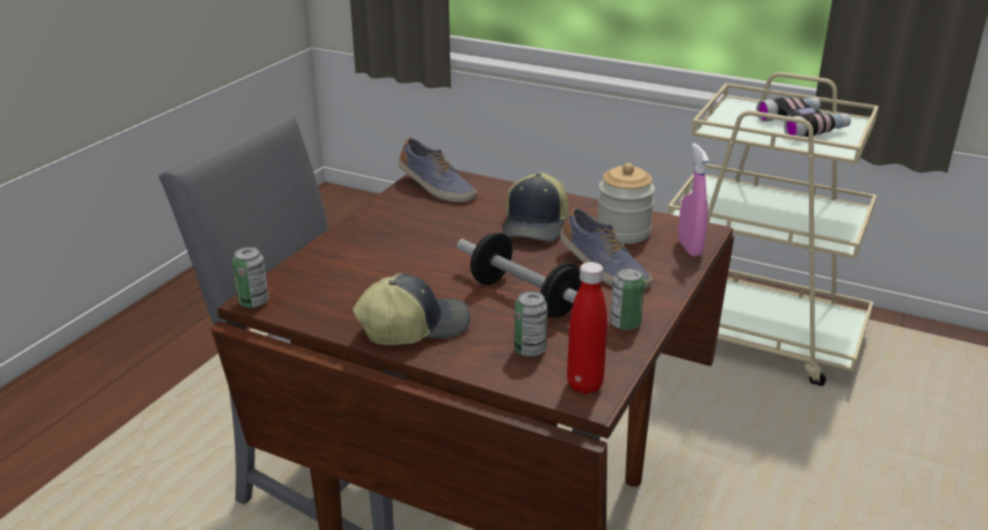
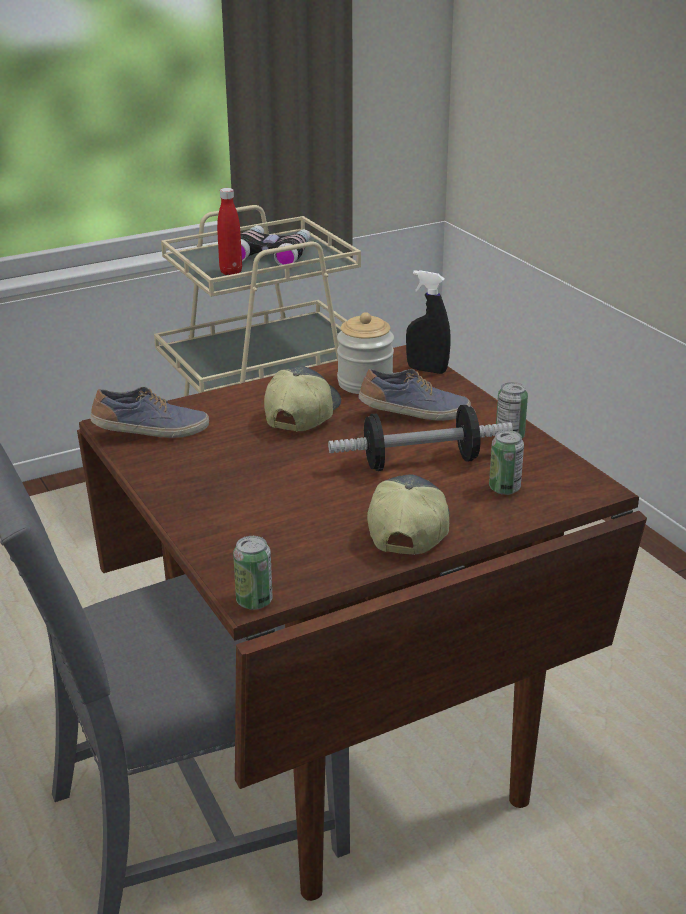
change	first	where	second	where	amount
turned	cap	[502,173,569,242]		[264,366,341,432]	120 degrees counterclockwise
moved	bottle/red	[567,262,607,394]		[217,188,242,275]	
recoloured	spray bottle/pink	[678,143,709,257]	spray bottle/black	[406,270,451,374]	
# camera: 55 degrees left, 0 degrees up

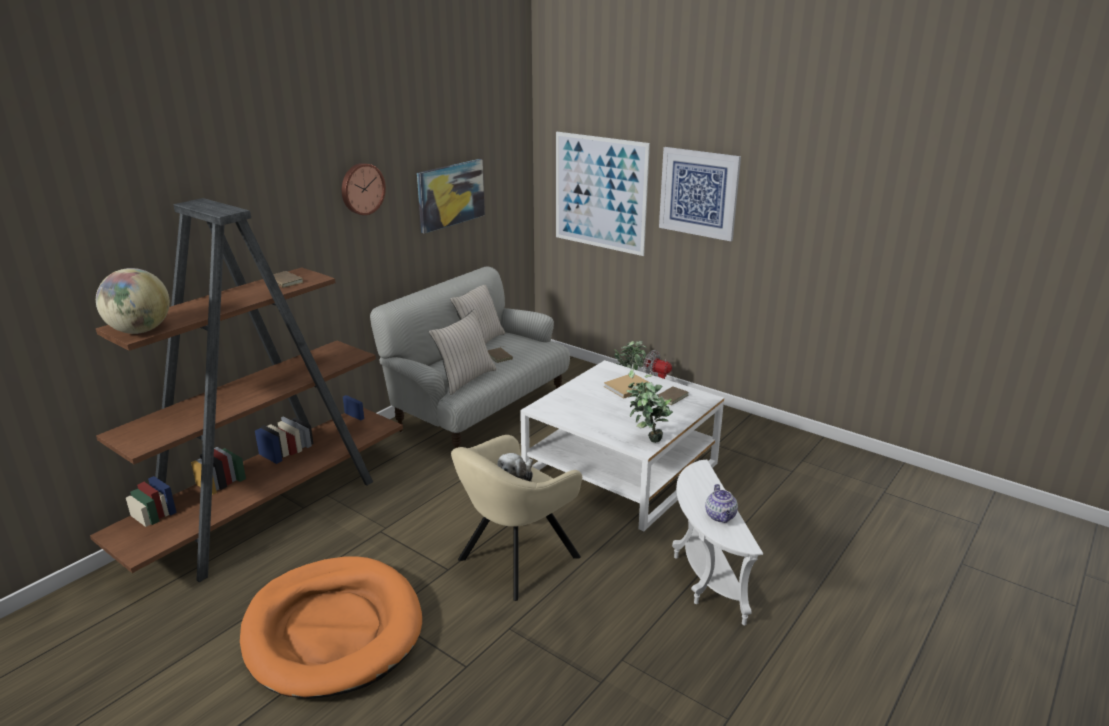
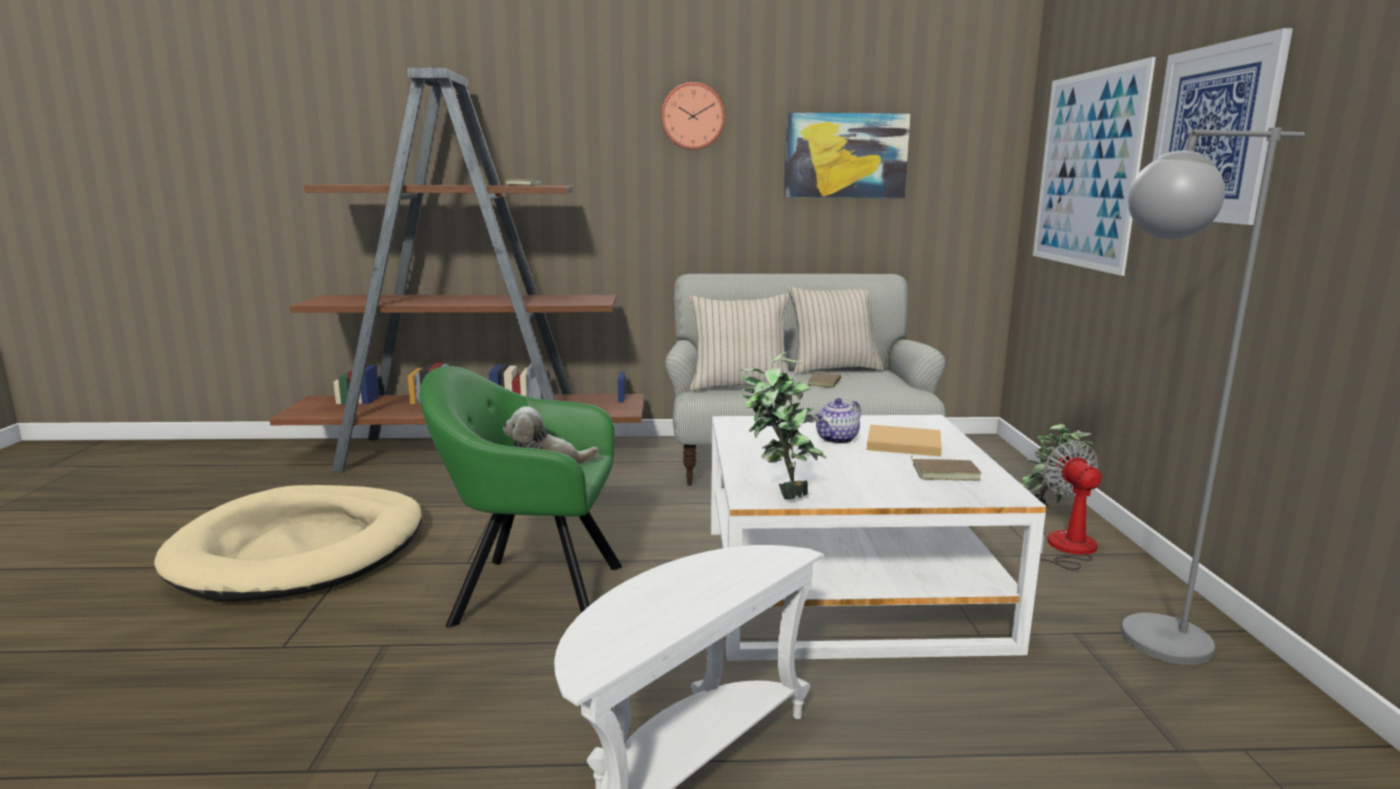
change	first	where	second	where	amount
removed	globe	[96,268,170,334]			
recoloured	dog bed/orange	[240,556,422,699]	dog bed/beige	[154,485,422,602]	
recoloured	armchair/beige	[451,435,582,601]	armchair/green	[420,366,622,627]	
moved	teapot	[705,484,738,523]		[816,398,861,444]	
added			floor lamp/grey	[1121,127,1305,665]	
# camera: 50 degrees right, 10 degrees down

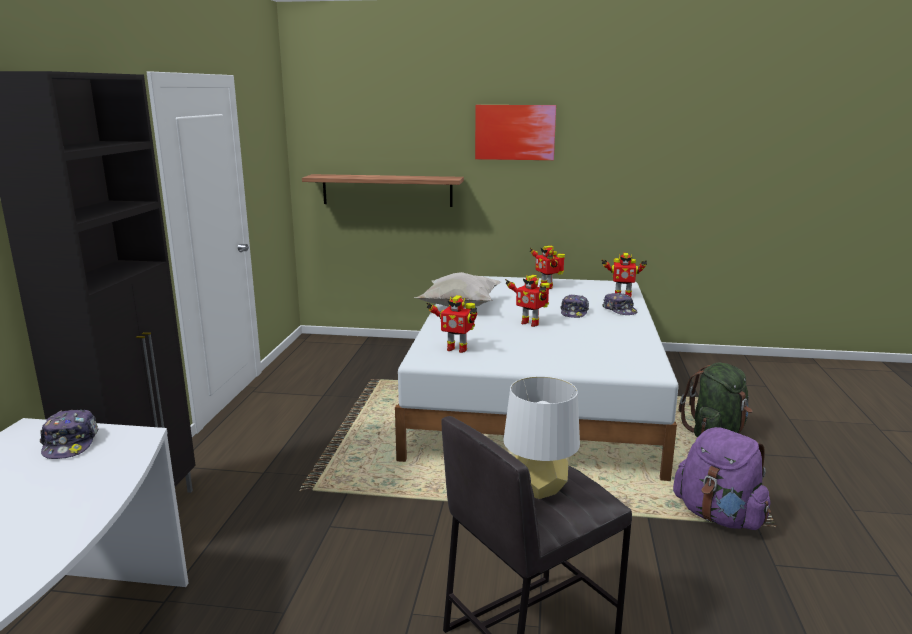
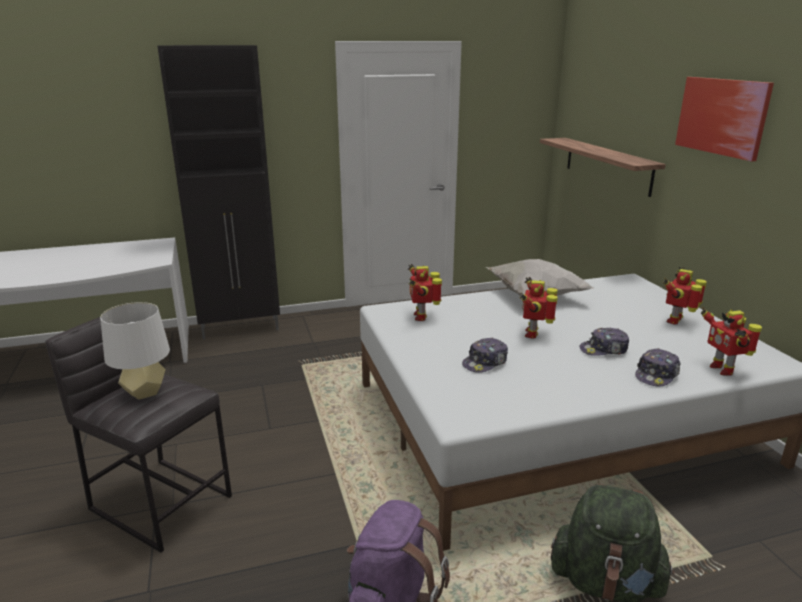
change	first	where	second	where	amount
moved	cap	[40,410,98,459]		[462,338,508,373]	
# camera: 65 degrees right, 5 degrees up

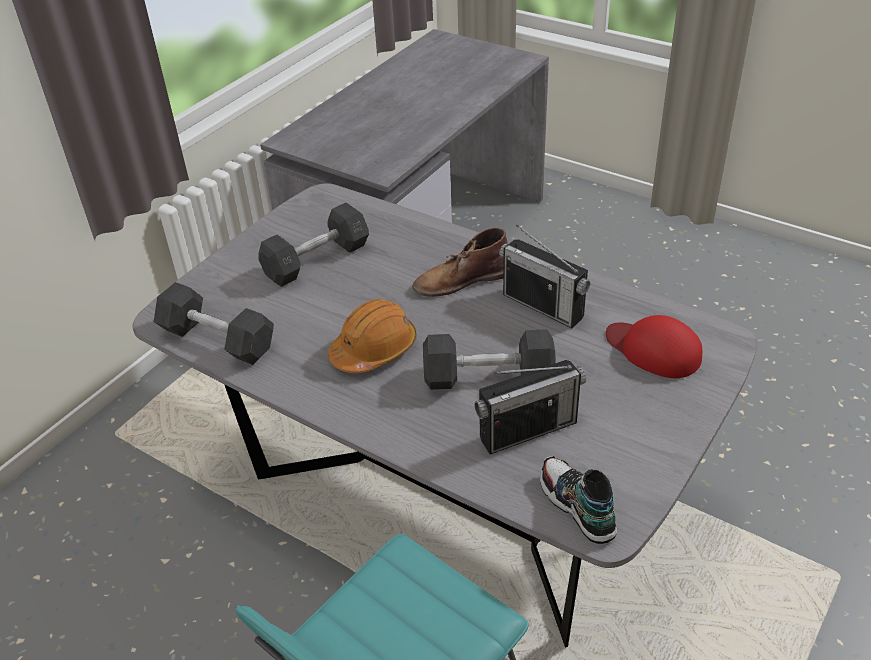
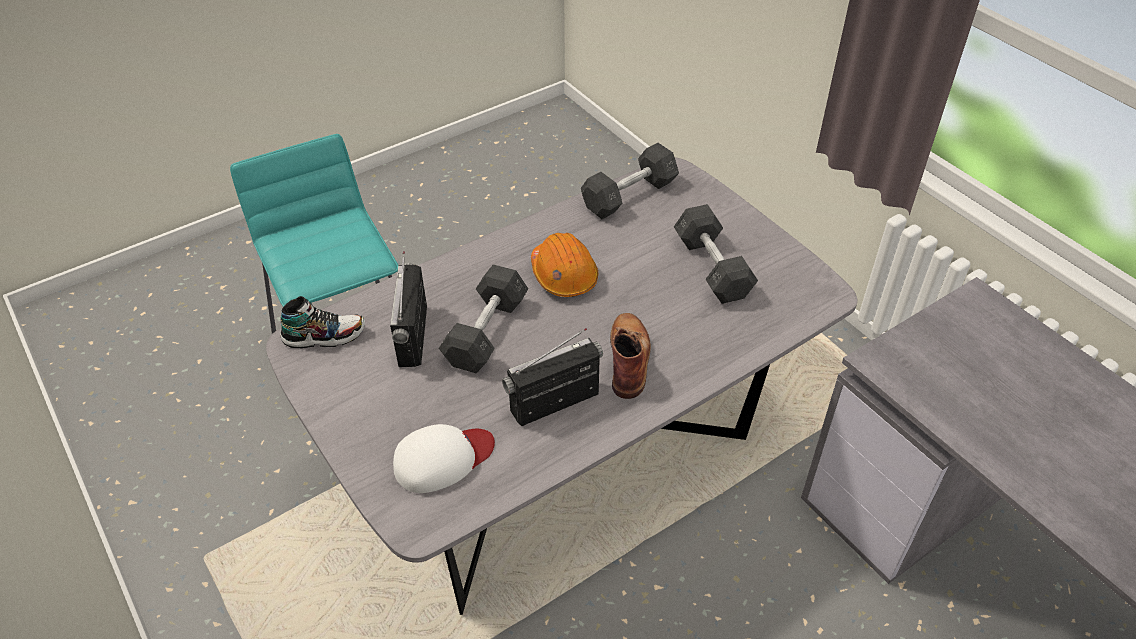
change	first	where	second	where	amount
recoloured	cap/red	[606,315,702,378]	cap/white	[393,424,495,493]	
# camera: 110 degrees right, 5 degrees up

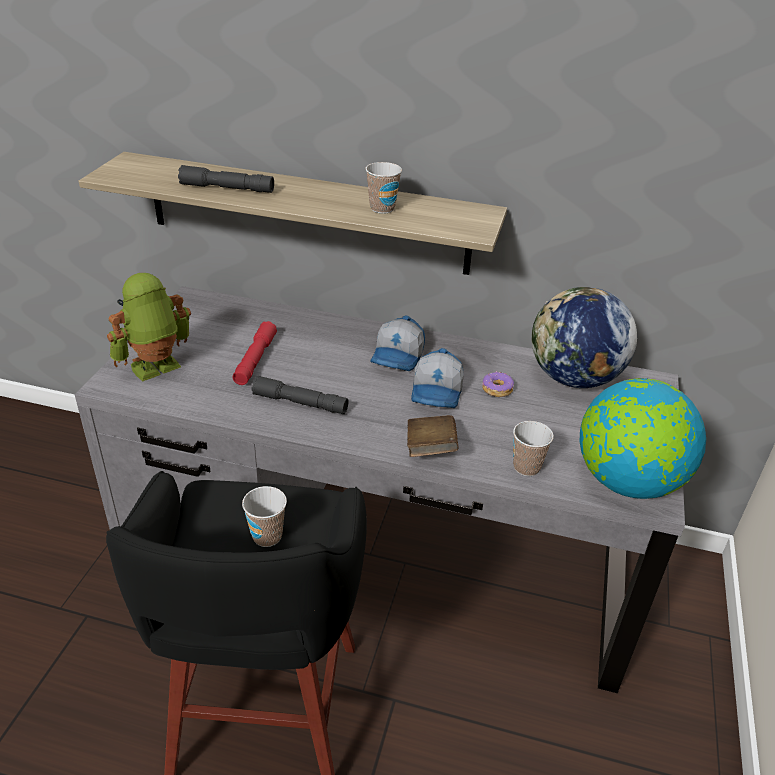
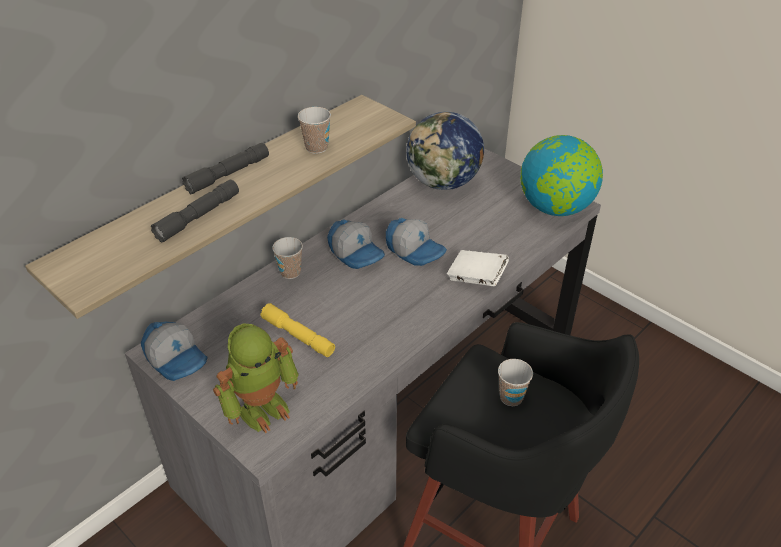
change	first	where	second	where	amount
turned	toy robot	[107,273,191,381]		[213,324,299,433]	120 degrees counterclockwise
recoloured	flashlight/red	[232,321,277,385]	flashlight/yellow	[260,303,335,357]	
moved	flashlight/grey	[251,376,349,414]		[182,143,269,194]	
recoloured	book/brown	[407,415,458,457]	book/white	[447,250,509,286]	
removed	donut	[482,371,514,397]			
moved	cup	[513,421,554,476]		[272,237,303,279]	
added			cap	[141,322,208,381]	
# camera: 60 degrees left, 5 degrees up

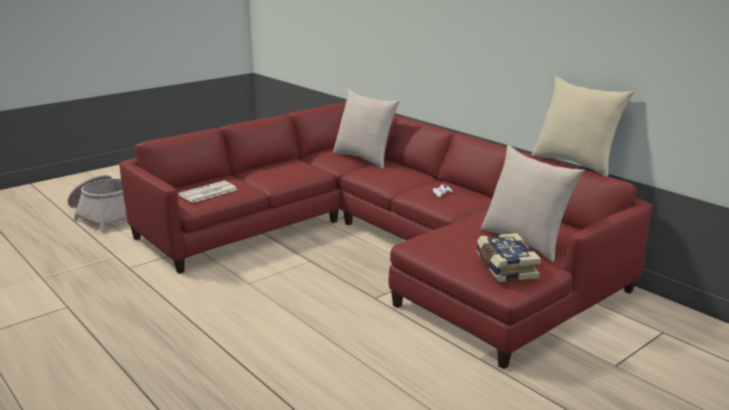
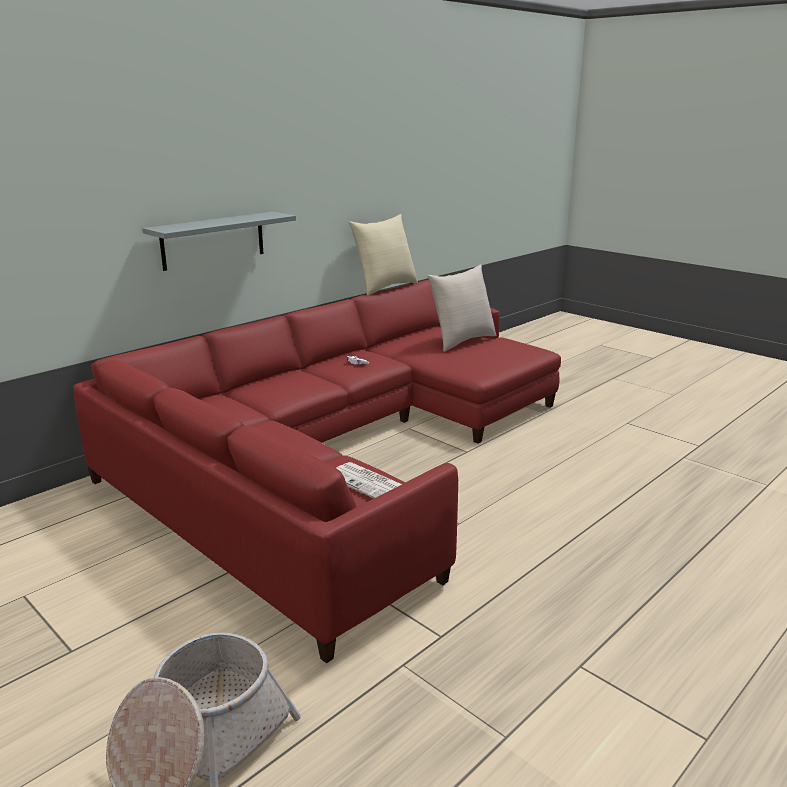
change	first	where	second	where	amount
removed	pillow/beige	[333,89,400,169]			
removed	book	[476,233,541,282]			
added			shelf/grey	[142,212,296,271]	
# camera: 95 degrees left, 0 degrees up

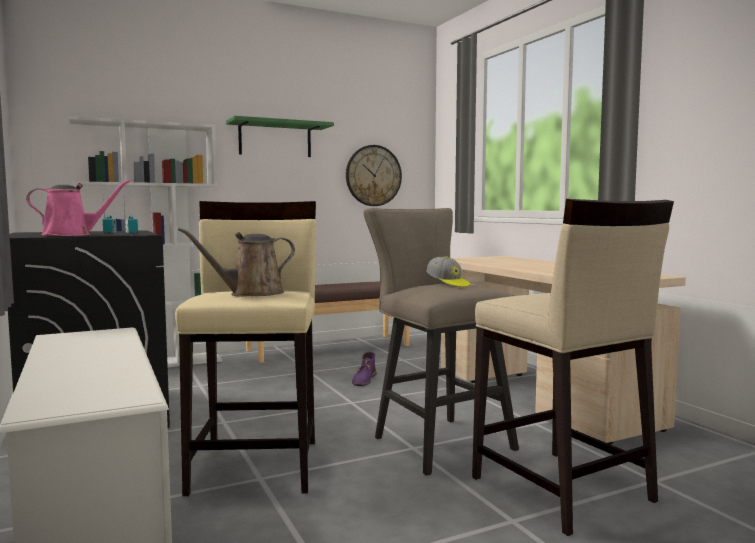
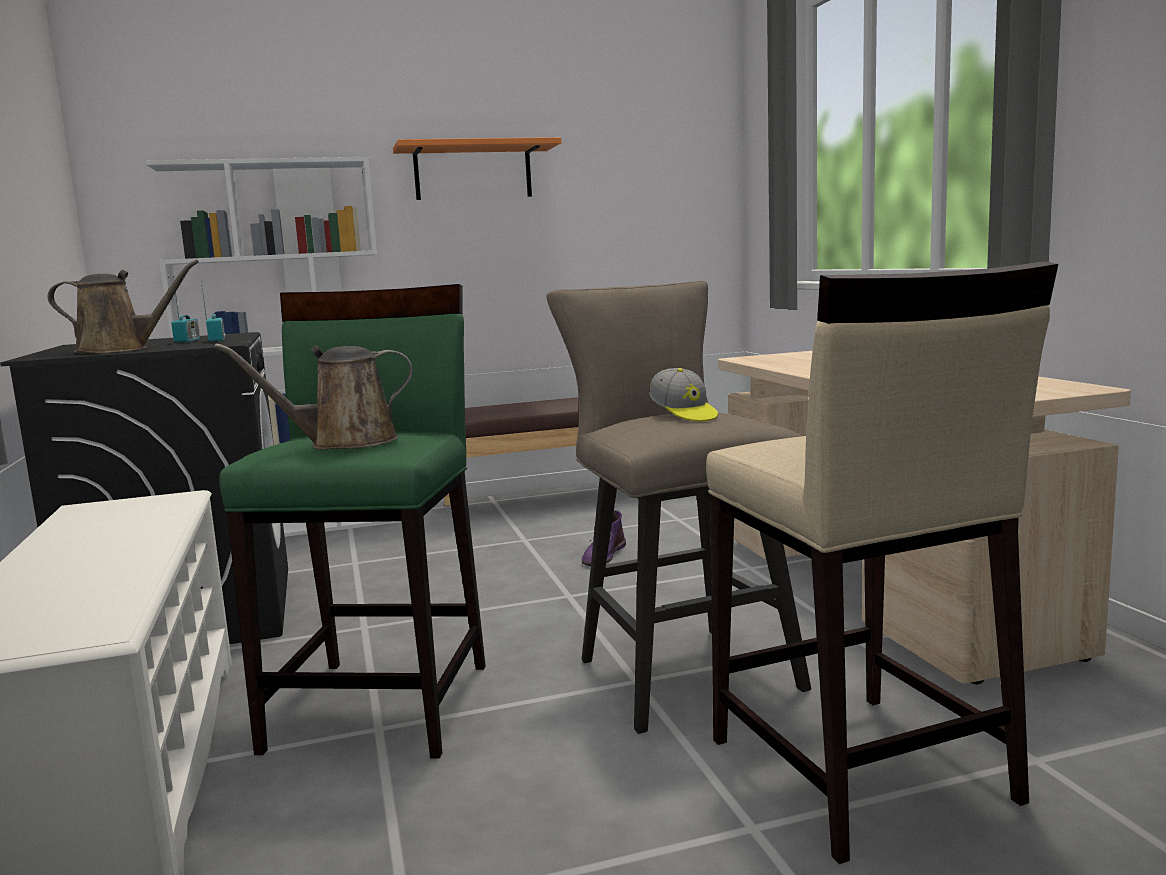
change	first	where	second	where	amount
recoloured	watering can/pink	[26,179,131,236]	watering can/brown	[48,259,199,353]	
recoloured	stool/beige	[175,201,317,496]	stool/green	[219,284,486,759]	
recoloured	shelf/green	[226,116,334,157]	shelf/orange	[393,137,561,200]	
removed	wall clock	[346,145,402,206]			
# camera: 10 degrees right, 5 degrees up

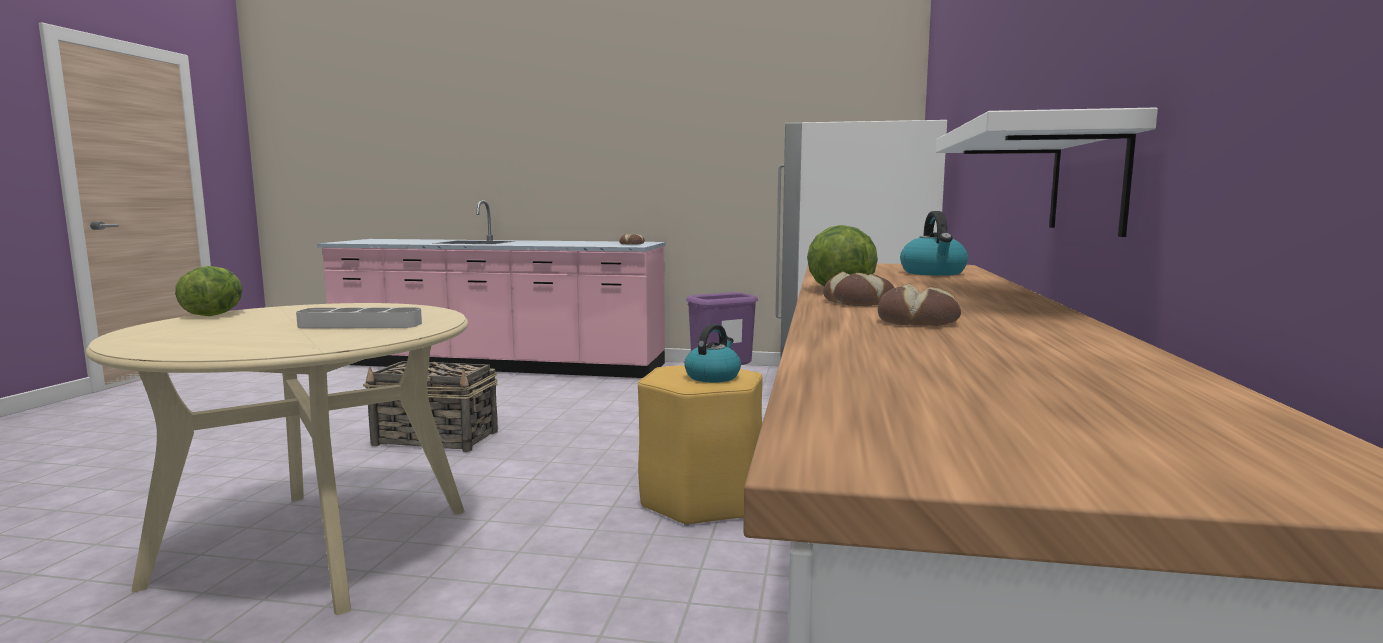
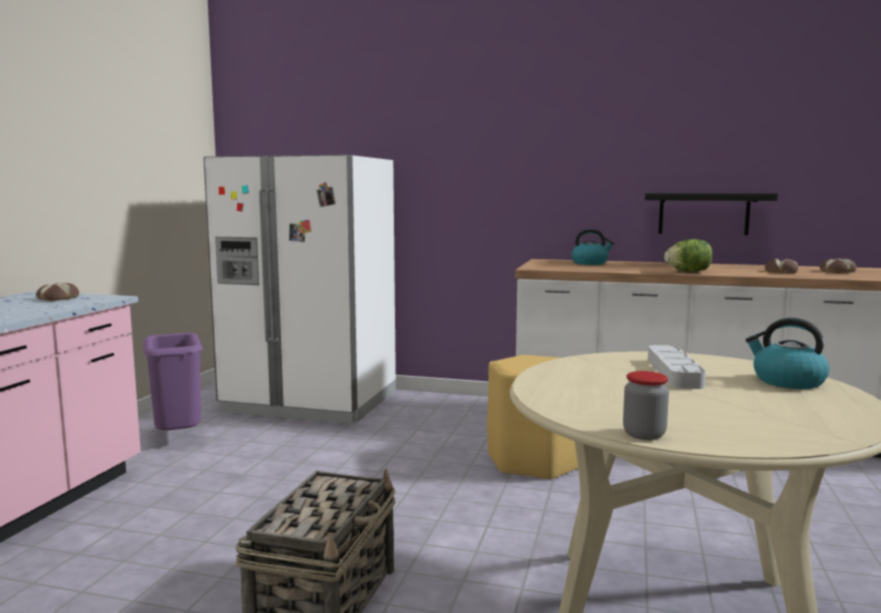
change	first	where	second	where	amount
replaced	lettuce	[175,266,242,316]	jar	[623,371,669,440]	
moved	kettle	[684,324,741,383]		[745,318,829,389]	
moved	bread	[823,272,894,306]		[820,258,857,273]	
recoloured	shelf/white	[936,108,1158,237]	shelf/black	[644,193,778,235]	
# camera: 85 degrees left, 0 degrees up

